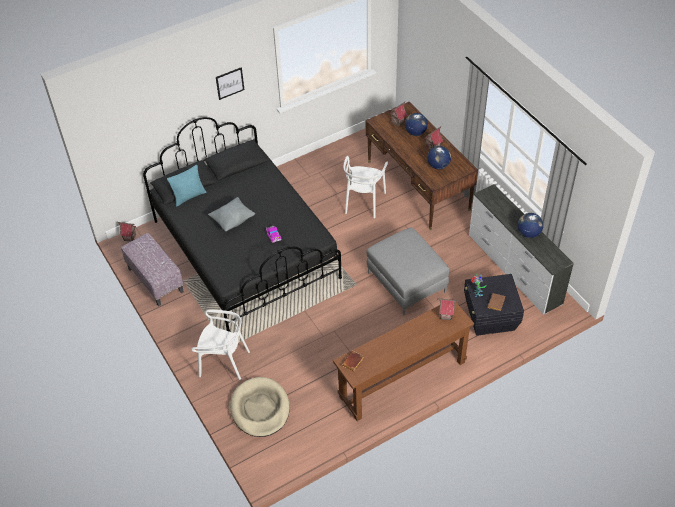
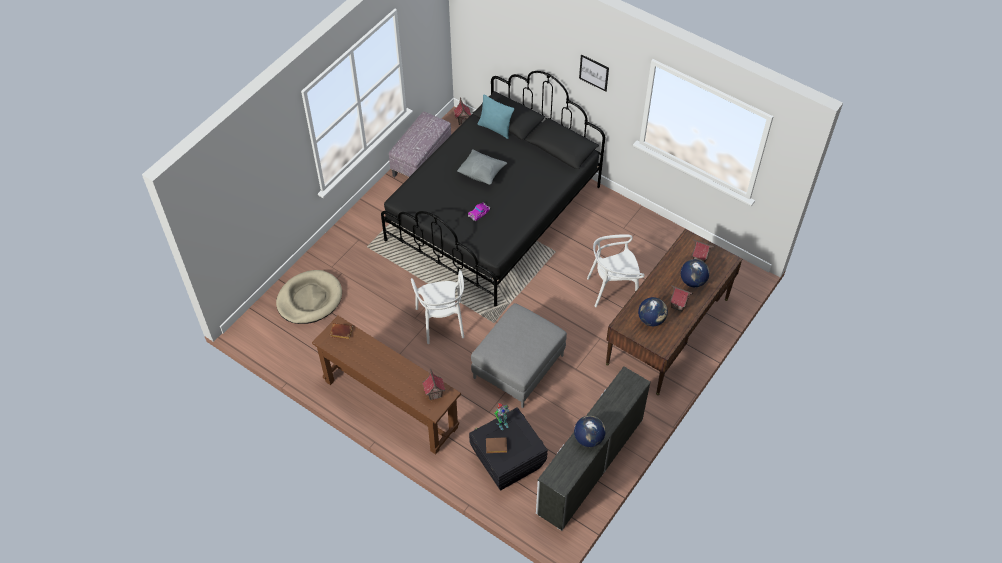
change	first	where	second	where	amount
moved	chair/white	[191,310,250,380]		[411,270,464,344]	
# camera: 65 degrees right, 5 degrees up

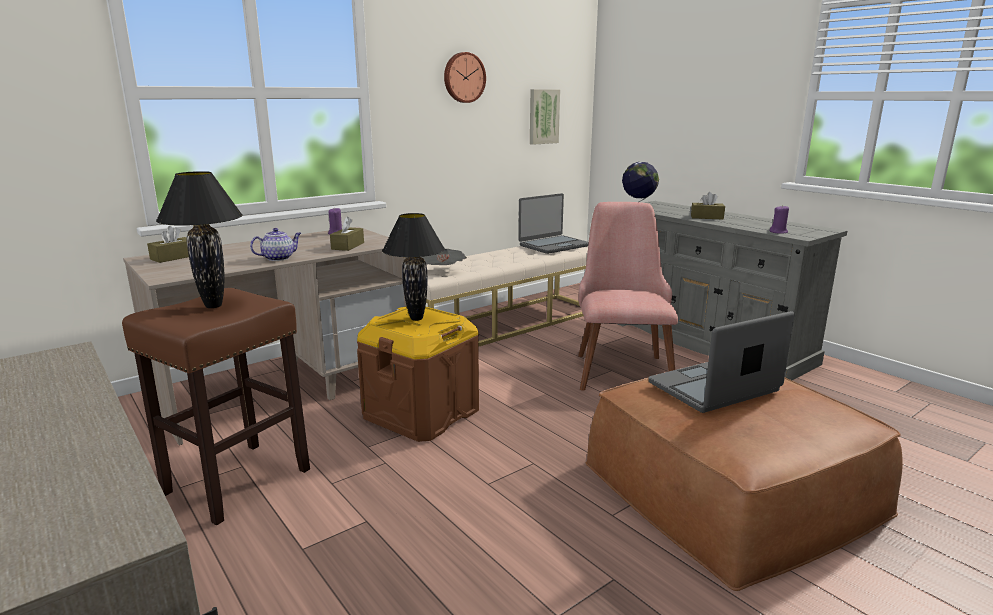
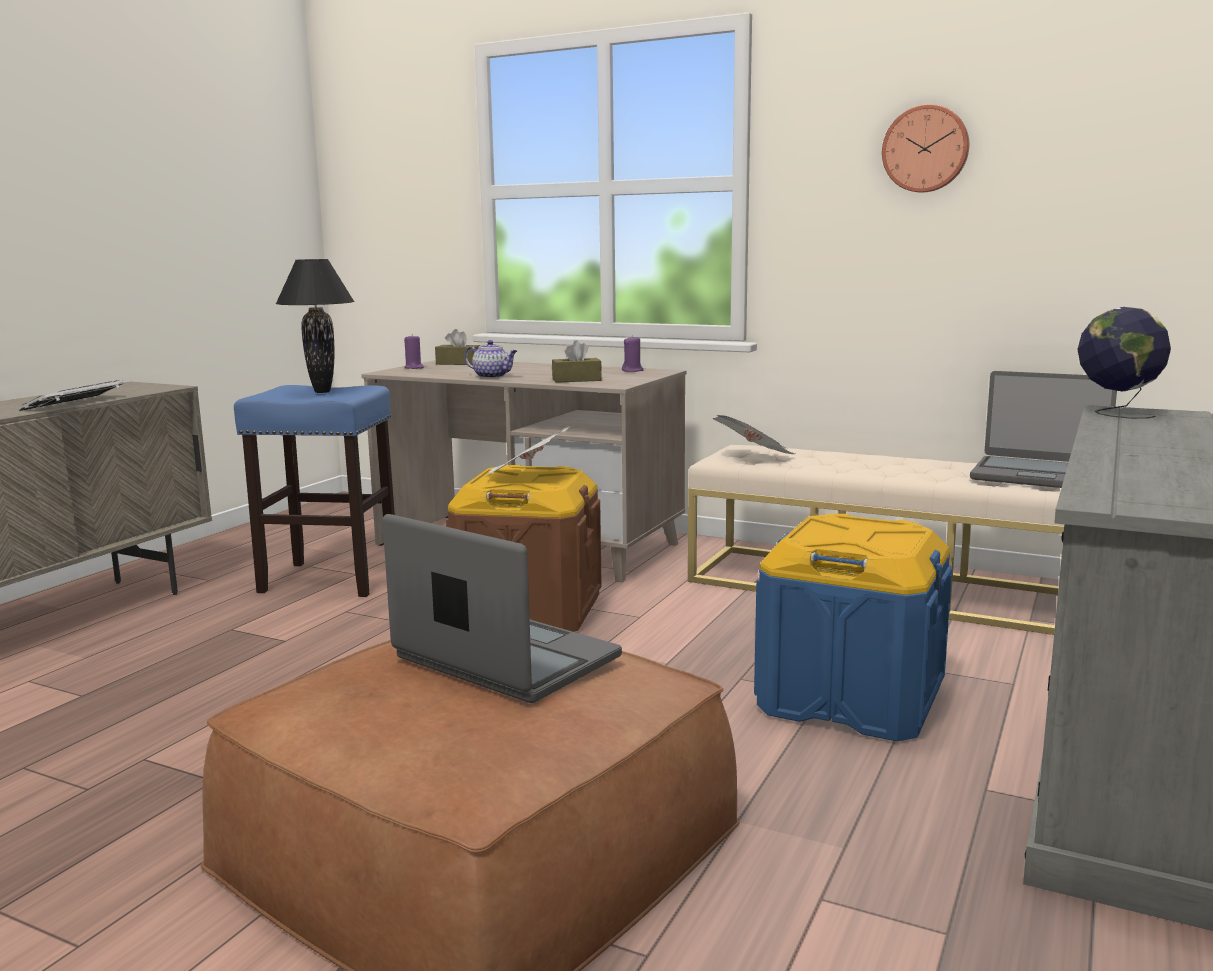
change	first	where	second	where	amount
recoloured	stool/brown	[122,288,310,525]	stool/blue	[234,385,395,597]	
replaced	table lamp/black	[382,213,445,321]	newspaper	[487,426,570,476]	
removed	picture	[530,89,560,145]			
replaced	chair/pink	[578,202,678,391]	storage box/blue	[754,514,952,741]	
removed	tissue box/brown	[691,192,725,220]			
moved	candle/purple	[770,205,789,234]		[404,336,424,369]	
added			keyboard	[19,380,124,411]	
# camera: 65 degrees right, 5 degrees down

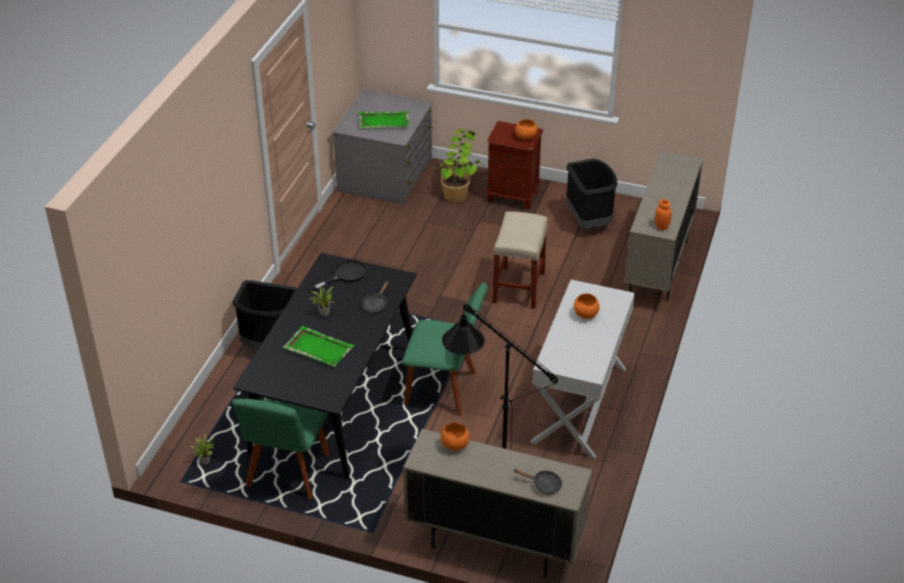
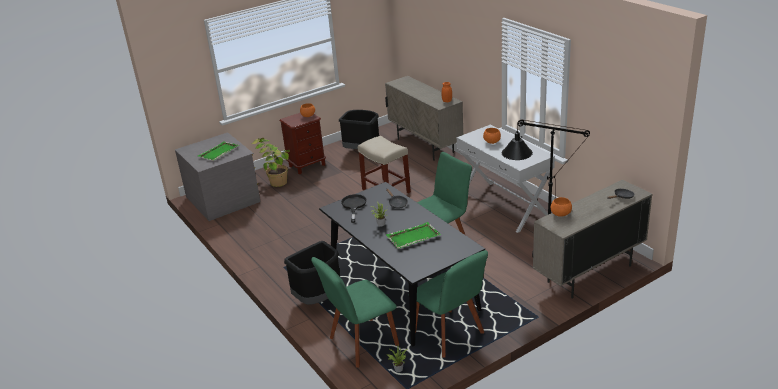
change	first	where	second	where	amount
added			chair/green	[311,257,399,368]	
# camera: 50 degrees left, 10 degrees down

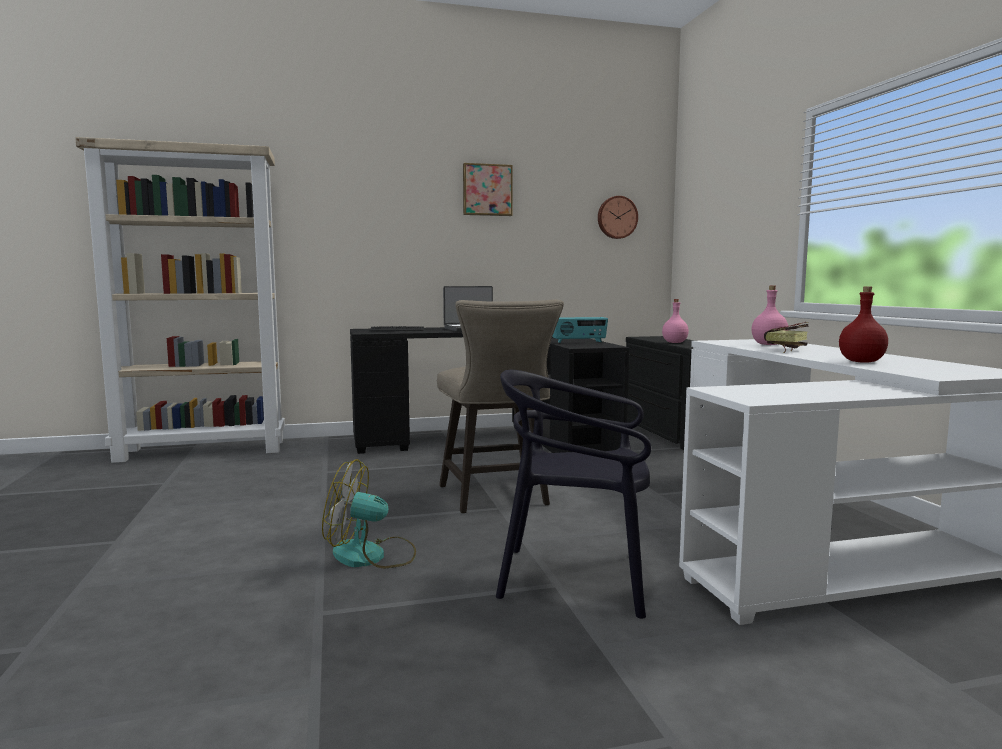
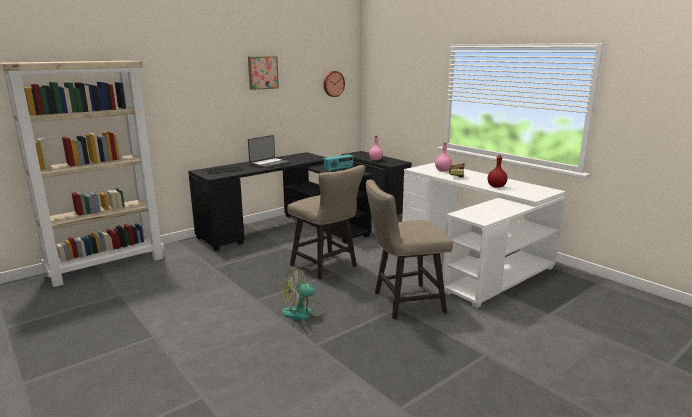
change	first	where	second	where	amount
replaced	chair/black	[496,370,651,619]	stool/beige	[366,180,453,319]	
# camera: 25 degrees left, 10 degrees up

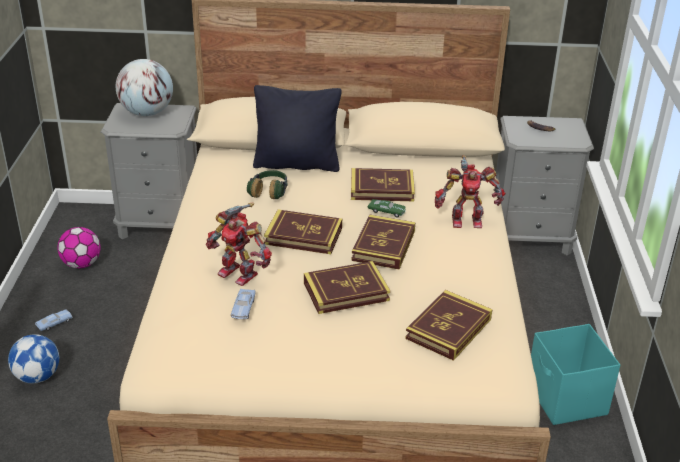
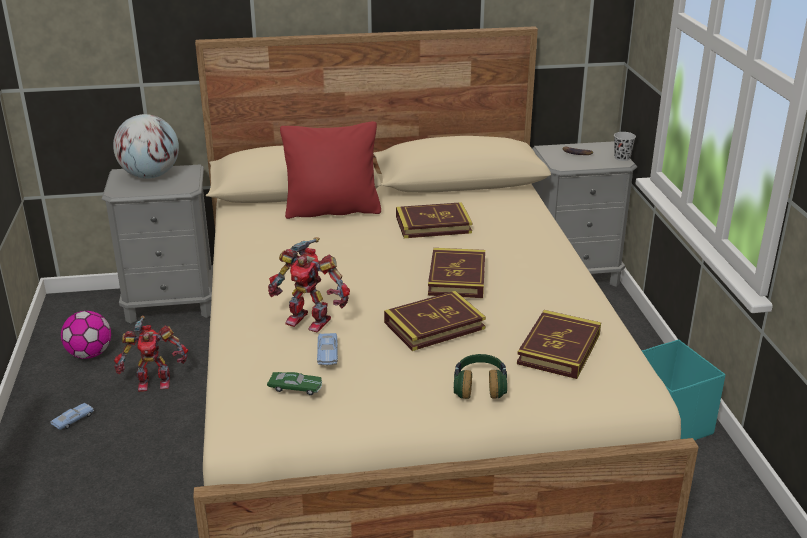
change	first	where	second	where	amount
removed	football	[8,334,59,383]			
moved	headphones	[247,170,287,199]		[454,354,507,399]	
recoloured	pillow/black	[253,85,342,172]	pillow/red	[280,121,381,219]	
removed	book	[264,209,342,254]			
moved	toy car/green	[368,199,406,218]		[267,372,322,395]	
moved	toy robot	[435,155,506,228]		[114,315,188,392]	
added			cup/black	[614,132,636,161]	
# camera: 10 degrees left, 5 degrees down

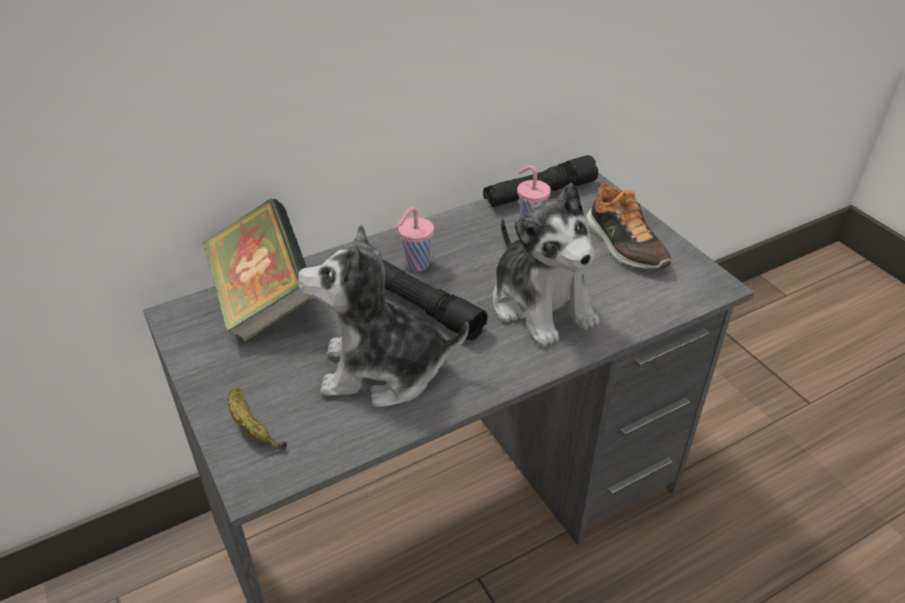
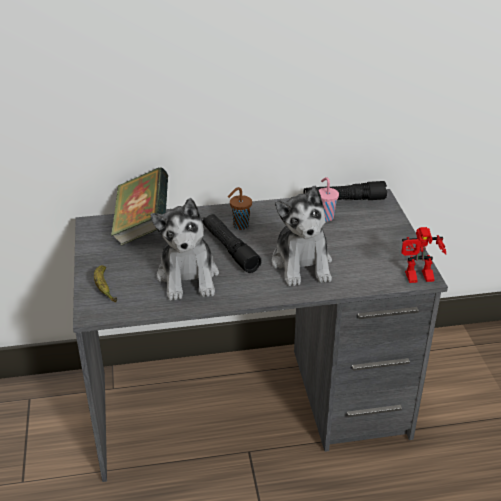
change	first	where	second	where	amount
turned	plush toy	[298,225,469,408]		[150,198,219,301]	120 degrees counterclockwise
recoloured	cup/pink	[398,207,434,272]	cup/brown	[228,187,252,230]	
removed	shoe	[586,181,672,269]			
added			toy robot	[401,227,446,283]	
# camera: 20 degrees right, 5 degrees down

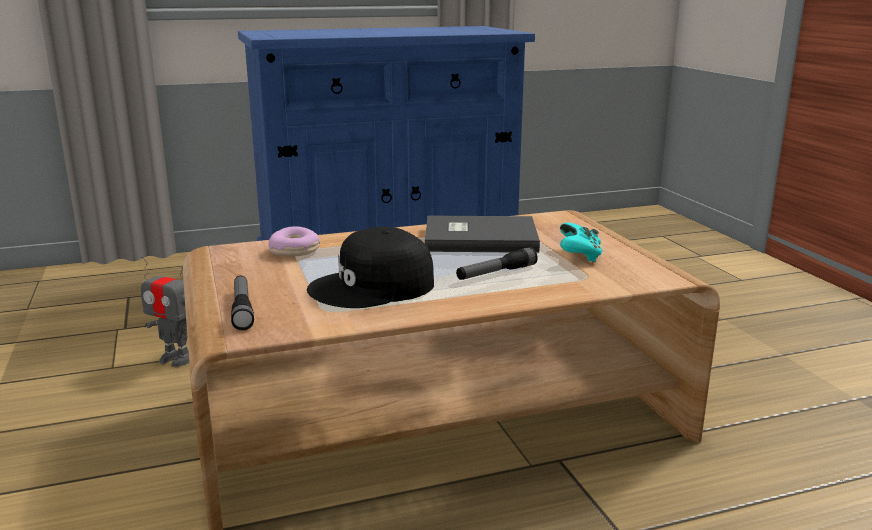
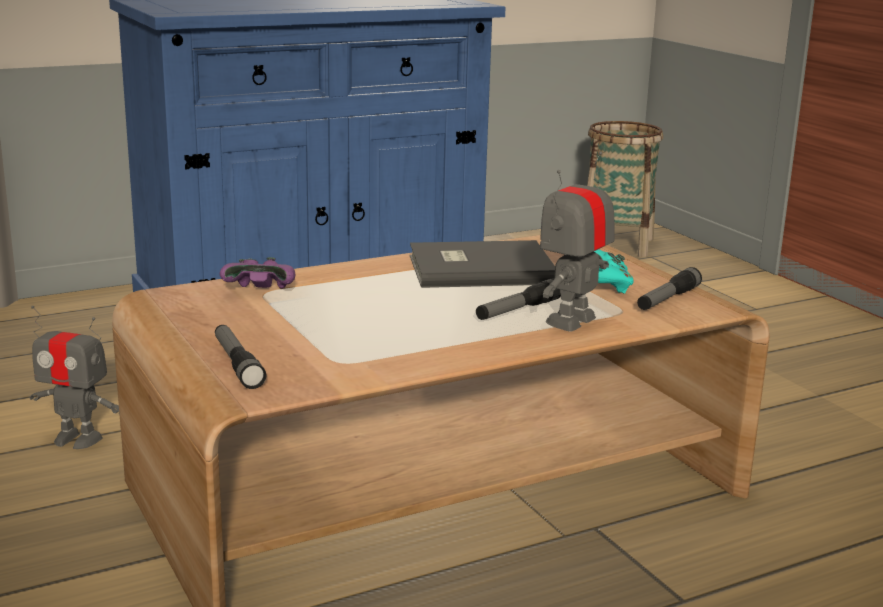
change	first	where	second	where	amount
replaced	donut	[268,226,320,256]	game controller/purple	[220,257,295,288]	
removed	cap/black	[307,227,434,308]			
added			toy robot	[540,151,614,332]	
added			basket	[587,121,663,257]	
added			flashlight	[637,267,702,310]	
# camera: 10 degrees left, 0 degrees up

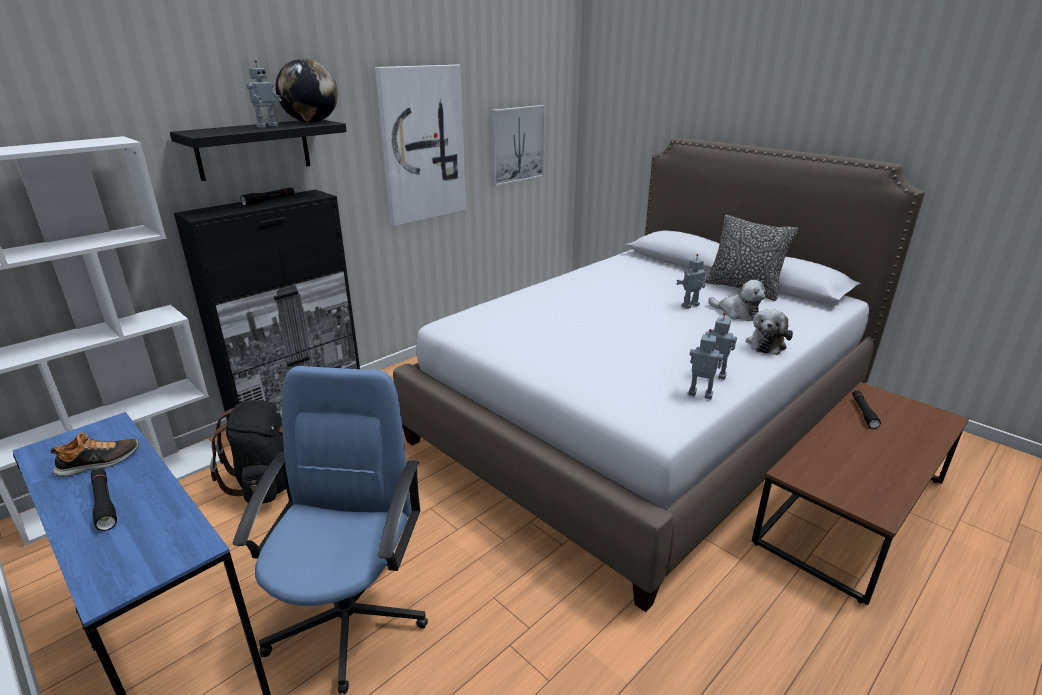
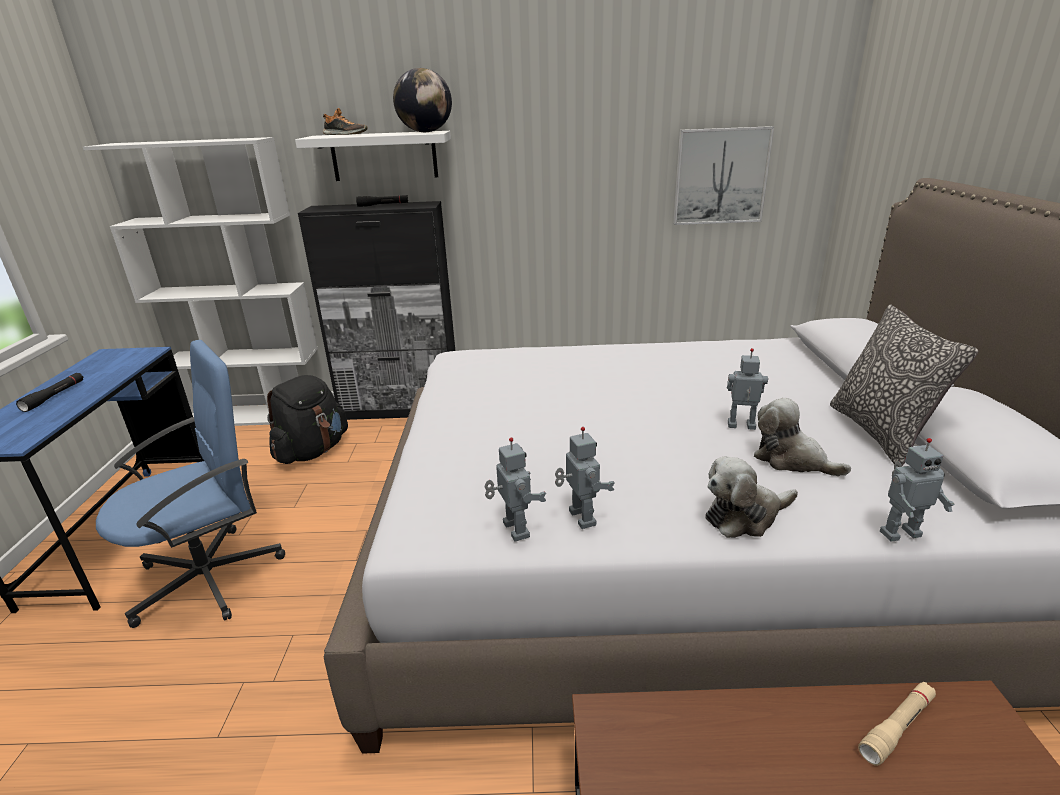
change	first	where	second	where	amount
moved	shoe	[51,432,139,477]		[323,108,368,135]	
recoloured	shelf/black	[170,120,347,181]	shelf/white	[295,131,451,181]	
moved	toy robot	[246,60,282,128]		[880,438,955,542]	
removed	picture	[375,64,466,226]			
turned	plush toy	[709,280,766,321]		[754,398,851,476]	135 degrees clockwise
recoloured	flashlight/black	[852,390,881,429]	flashlight/beige	[858,682,936,766]	
# camera: 45 degrees right, 0 degrees up

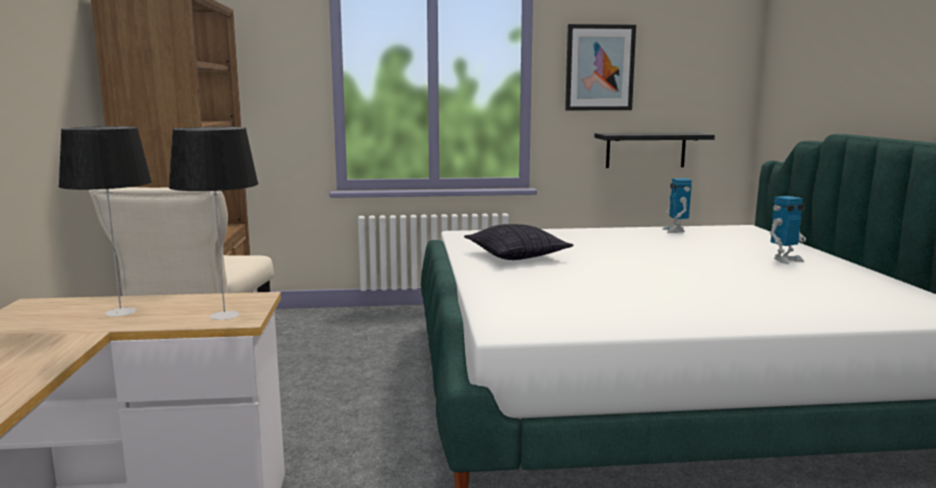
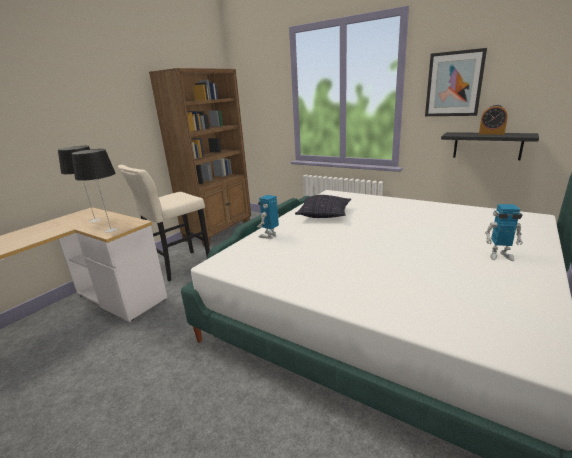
change	first	where	second	where	amount
moved	toy robot	[663,178,692,233]		[257,195,279,239]	
added			alarm clock	[479,104,508,135]	
# camera: 40 degrees right, 10 degrees up

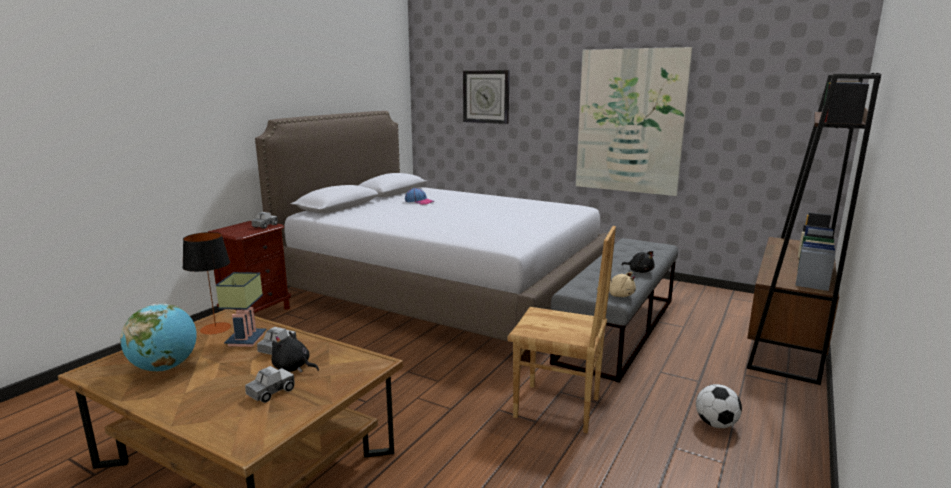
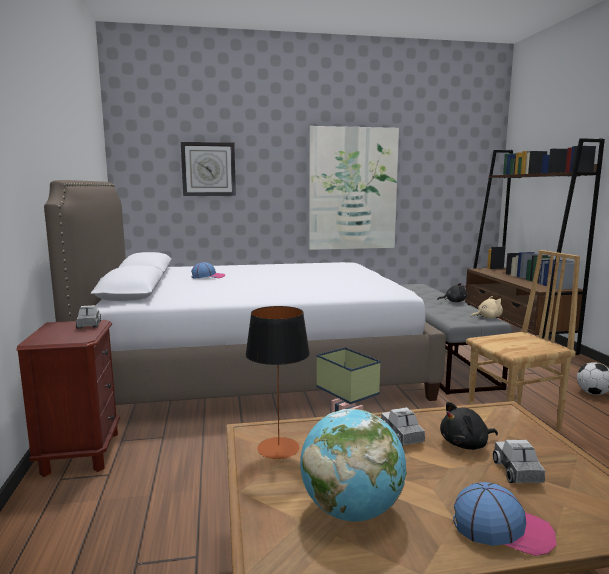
change	first	where	second	where	amount
added			cap	[453,482,556,556]	
# camera: 40 degrees left, 5 degrees down

